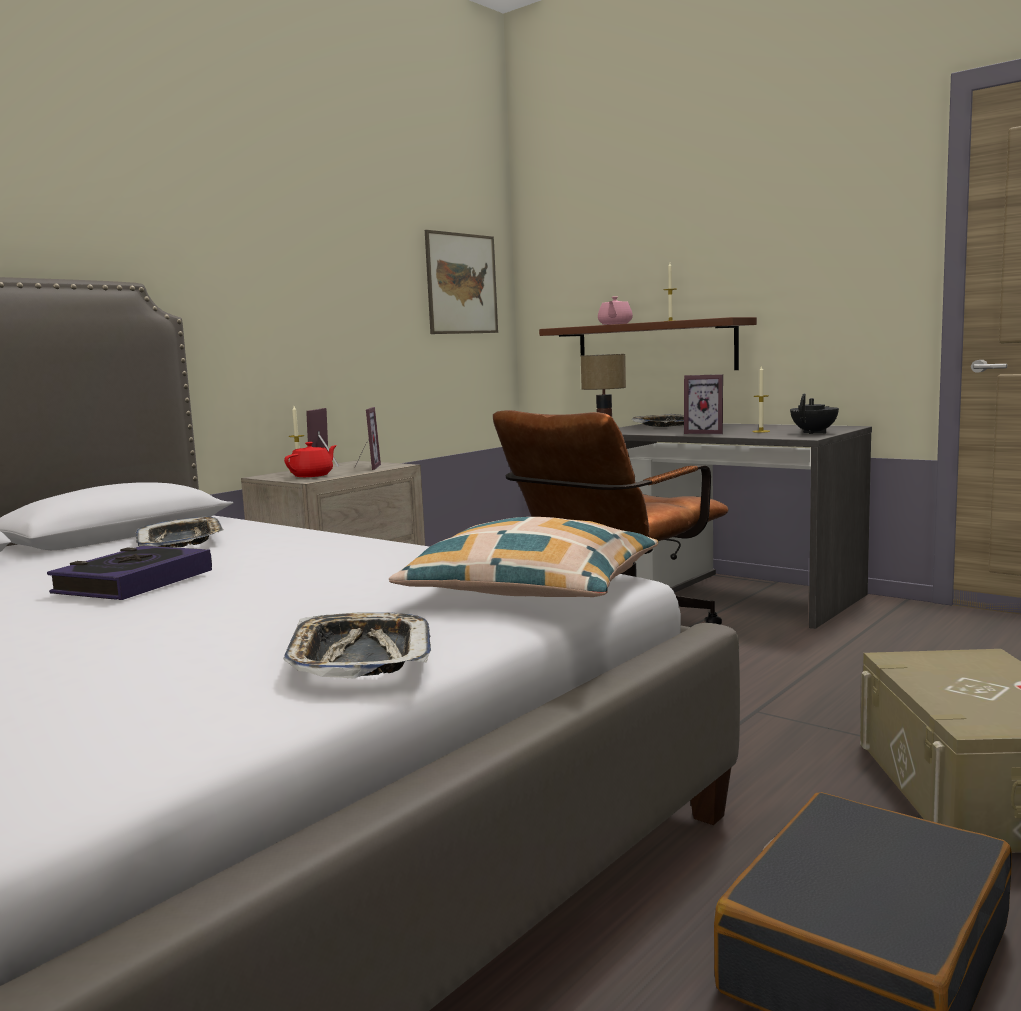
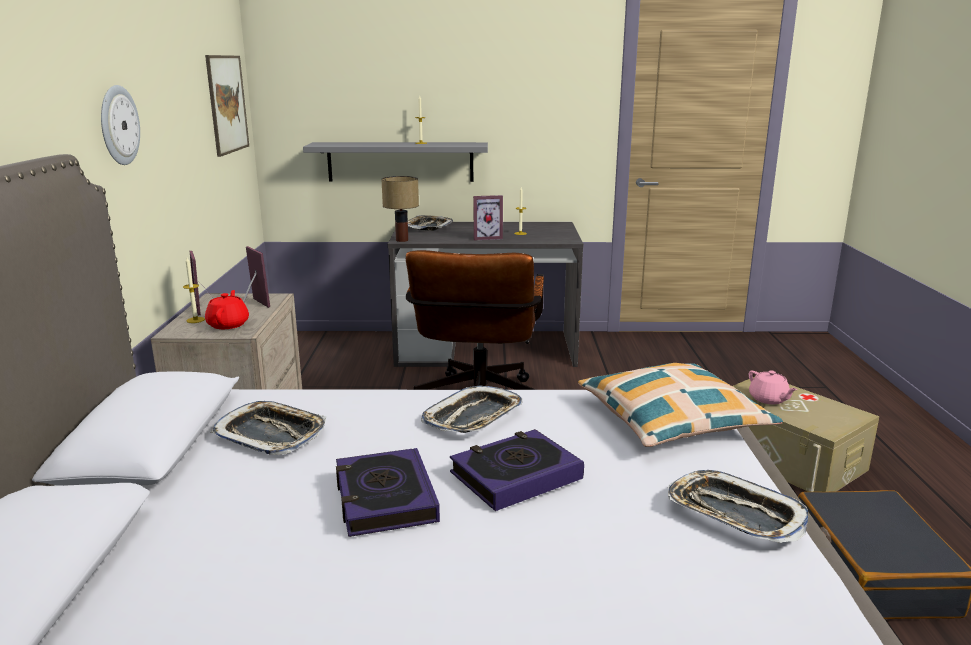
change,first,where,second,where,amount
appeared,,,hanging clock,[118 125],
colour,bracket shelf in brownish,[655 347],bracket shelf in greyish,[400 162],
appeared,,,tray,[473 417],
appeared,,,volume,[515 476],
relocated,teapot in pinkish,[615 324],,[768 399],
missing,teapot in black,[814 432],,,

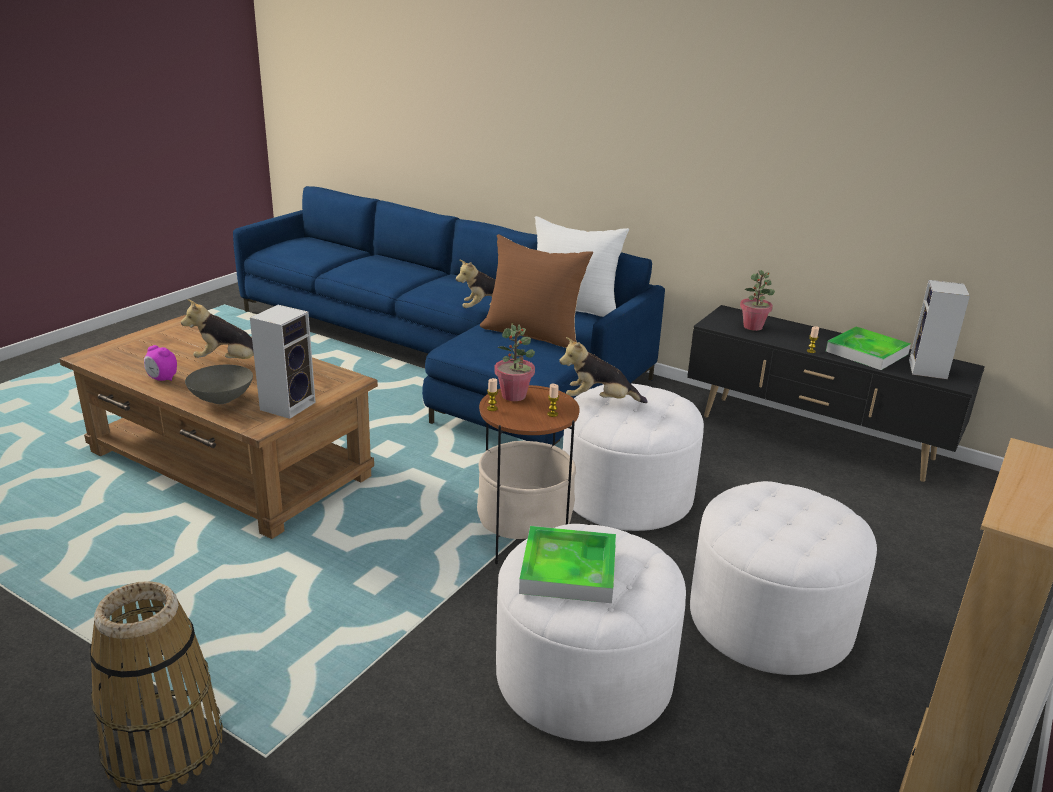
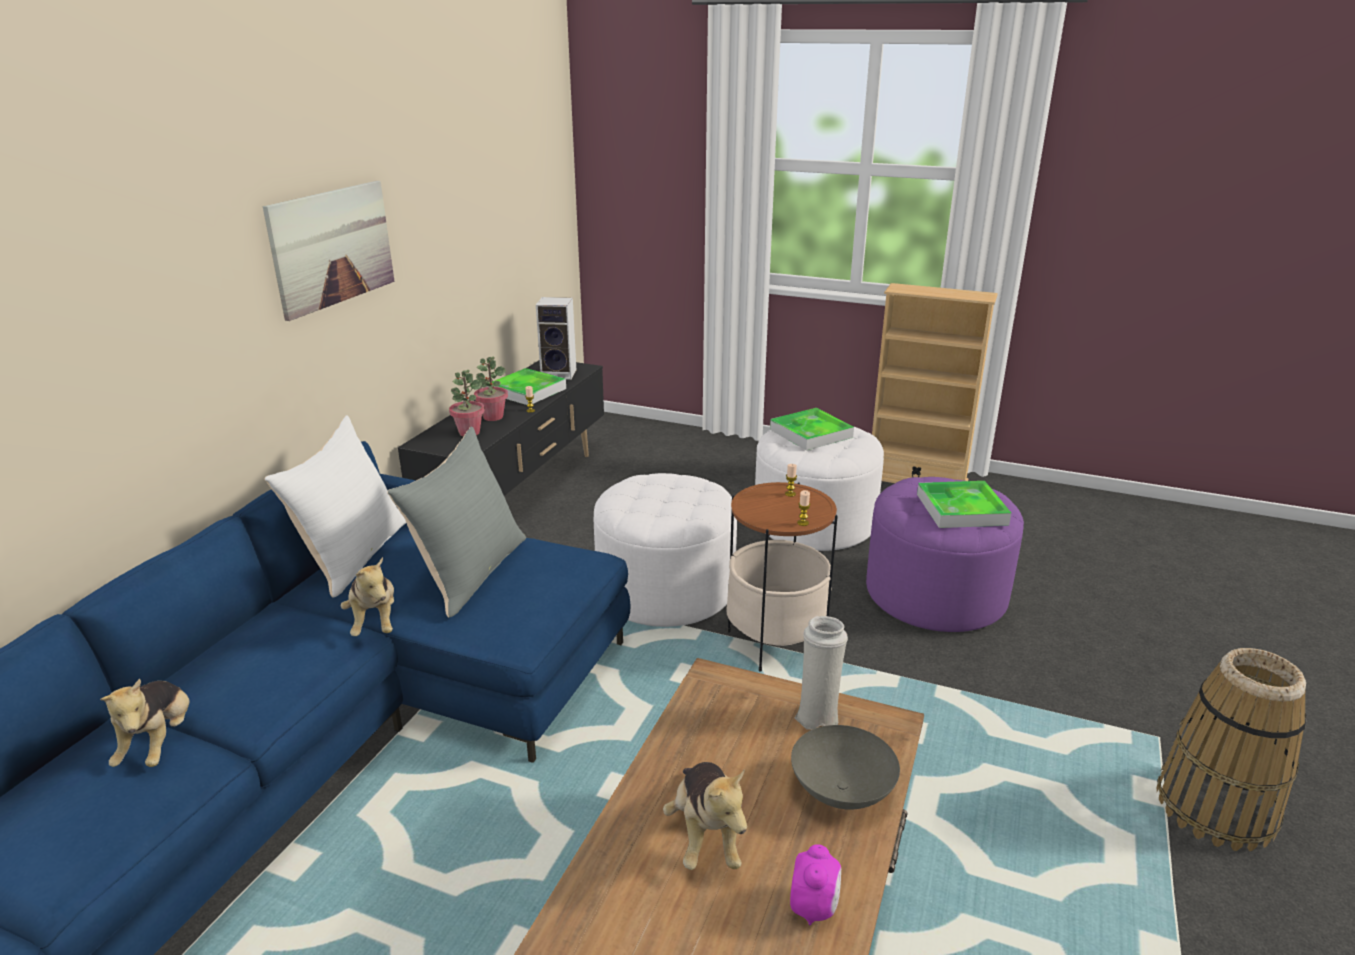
change,first,where,second,where,amount
relocated,plush toy,[599 401],,[159 743],
appeared,,,picture,[332 247],
colour,cushion in brownish,[534 334],cushion in greyish,[471 573],
relocated,potted plant,[514 396],,[493 417],
appeared,,,tray,[811 433],
exchanged,speaker,[288 405],flower vase in whitish,[817 715],
colour,pouffe in whitish,[584 676],pouffe in purple-coloured,[935 594],

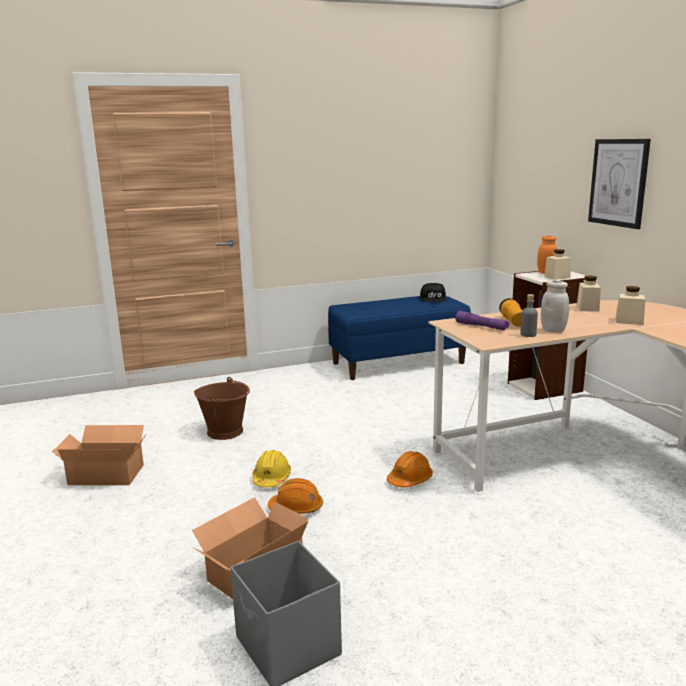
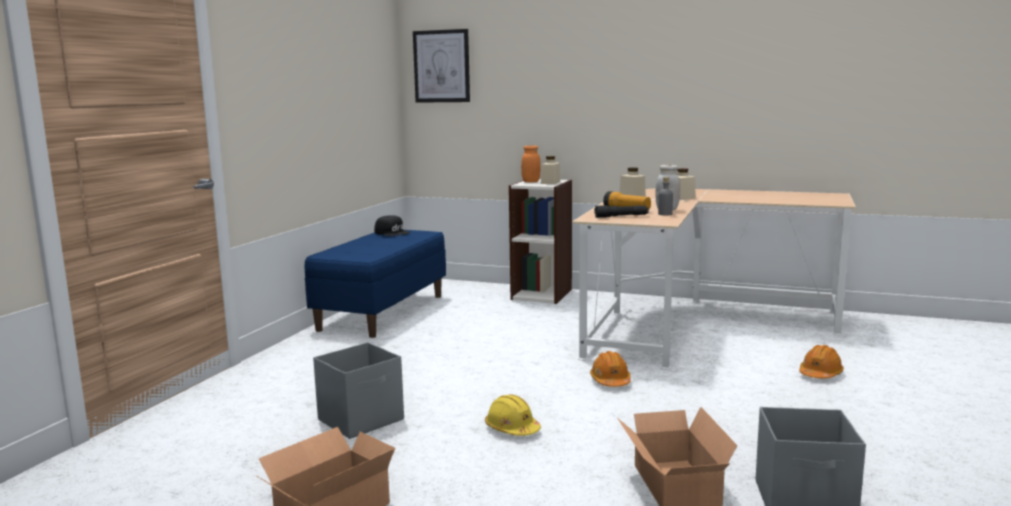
change,first,where,second,where,amount
exchanged,water bucket in brownish,[225 431],storage bin in greyish,[362 419],
relocated,picture,[618 182],,[441 66],
colour,torch in purple-coloured,[481 327],torch in black,[621 216],
relocated,hard hat in orange,[296 508],,[820 374],

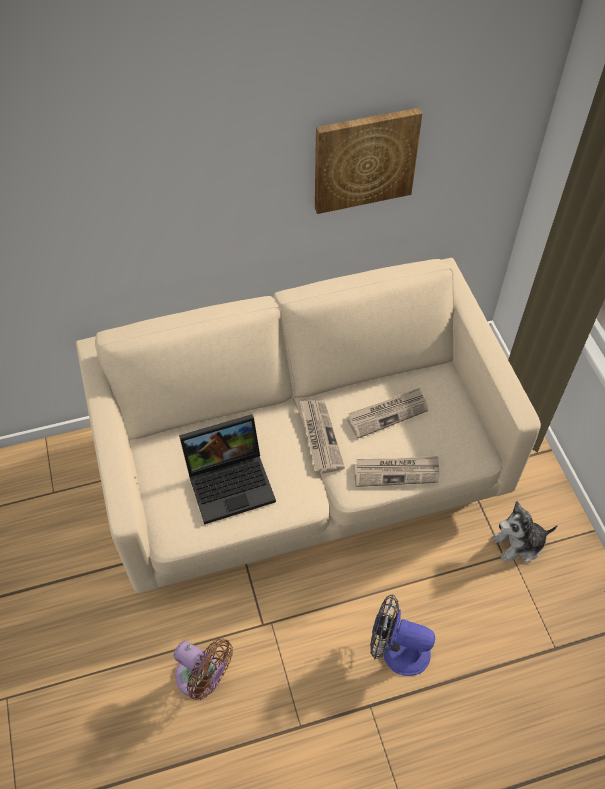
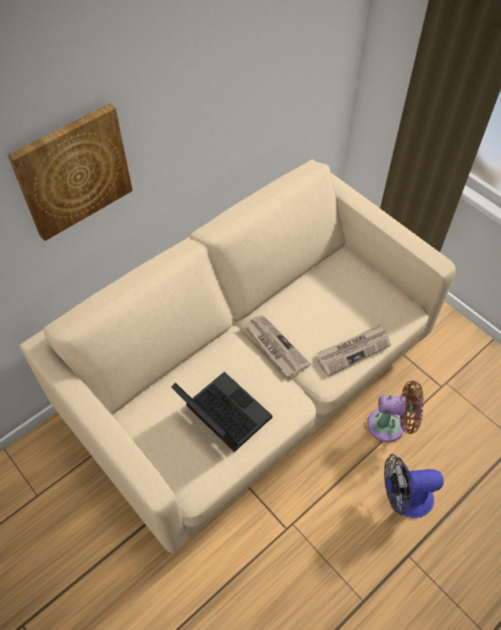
change,first,where,second,where,amount
relocated,picture,[364 159],,[73 171],
spun,laptop,[231 481],,[221 415],90 degrees counterclockwise
relocated,cooling fan in brownish,[203 678],,[390 425],
missing,newspaper,[387 413],,,
missing,plush toy,[519 544],,,

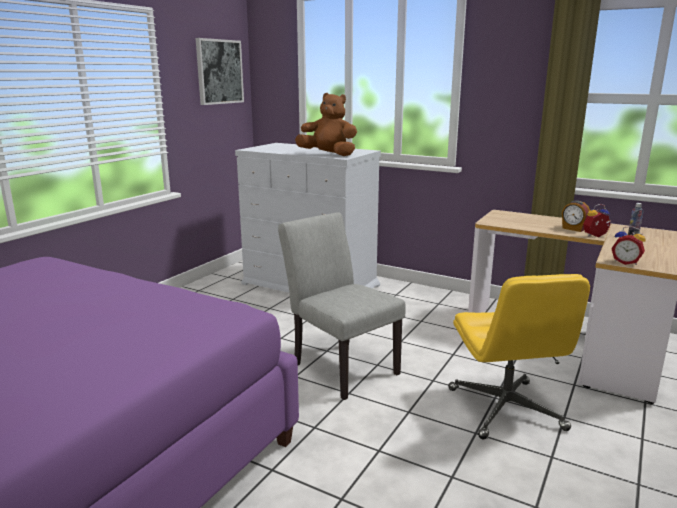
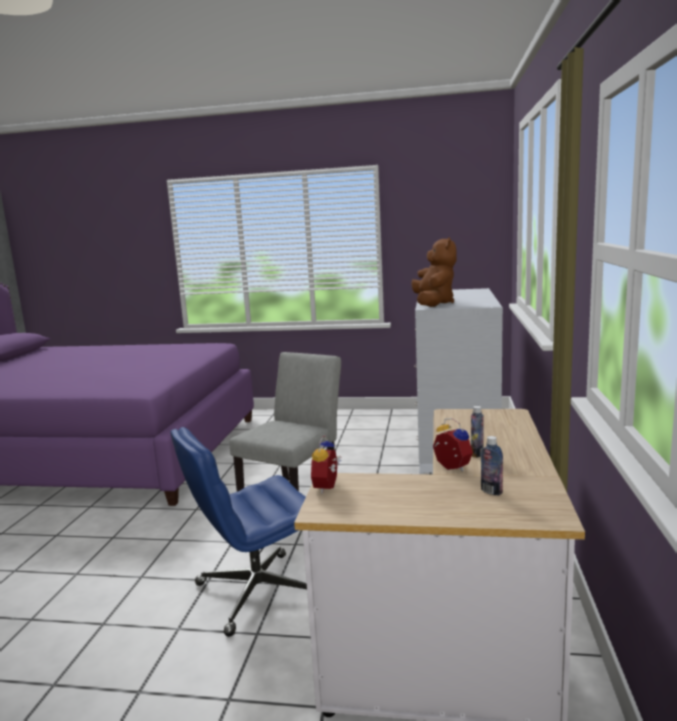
change,first,where,second,where,amount
colour,office chair in yellow,[506 410],office chair in bluish,[256 593],
exchanged,bedside clock,[573 229],drink bottle,[477 454],
missing,picture,[219 72],,,

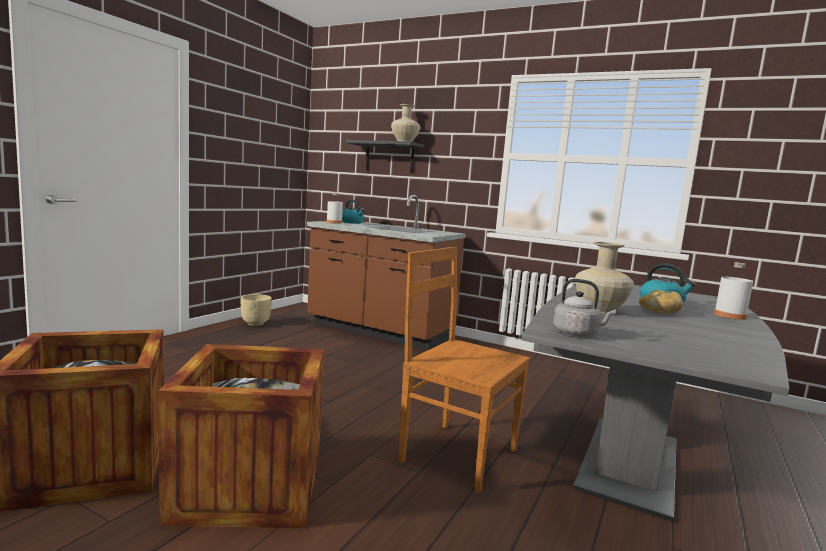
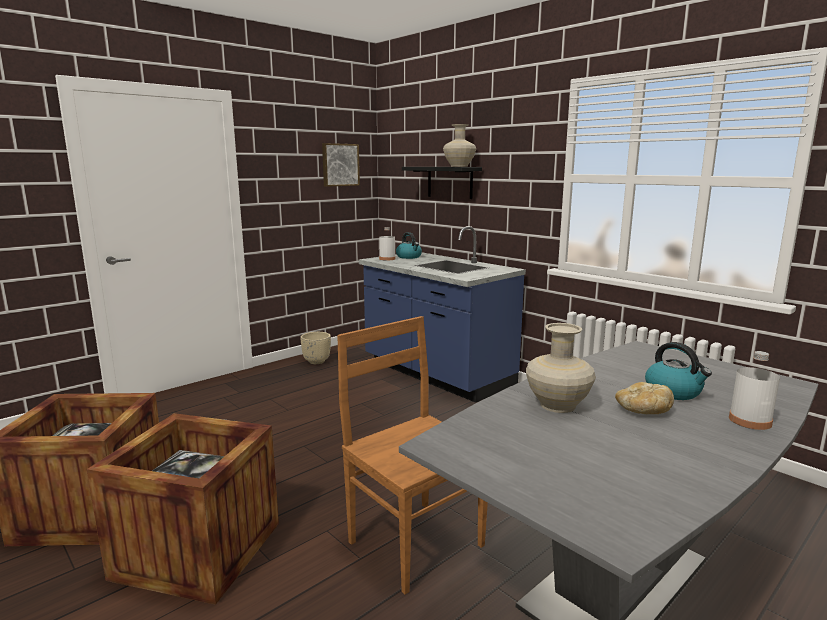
change,first,where,second,where,amount
appeared,,,picture,[340 165],
colour,kitchen base unit in brownish,[379 331],kitchen base unit in bluish,[436 374],
missing,tea kettle in greyish,[577 333],,,

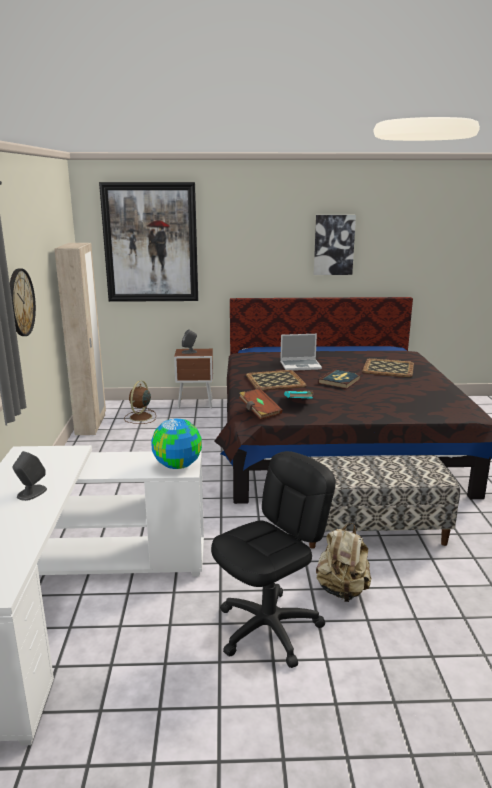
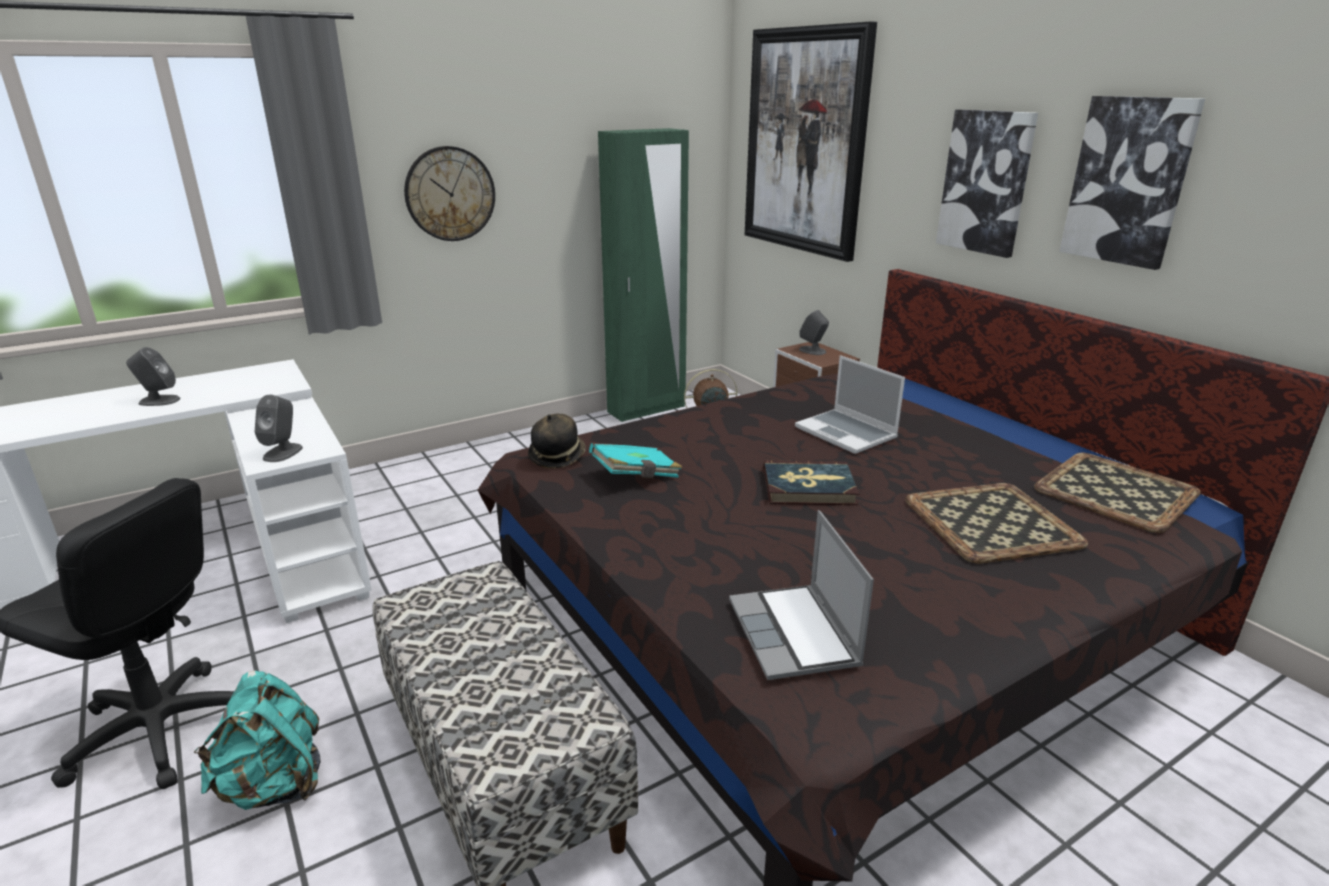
change,first,where,second,where,amount
colour,knapsack in beige,[342 590],knapsack in turquoise,[274 785],
exchanged,world globe,[177 465],speaker in greyish,[283 452],
exchanged,volume in brownish,[259 411],wearable hat,[557 456],
colour,clothes cupboard in beige,[91 425],clothes cupboard in green,[646 409],
appeared,,,laptop,[795 634],
appeared,,,picture,[986 182],
relocated,tray,[274 380],,[1115 490],

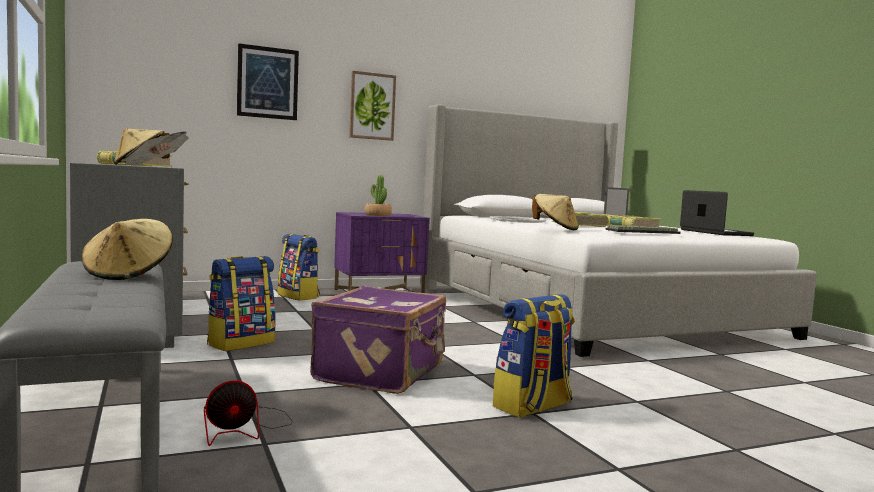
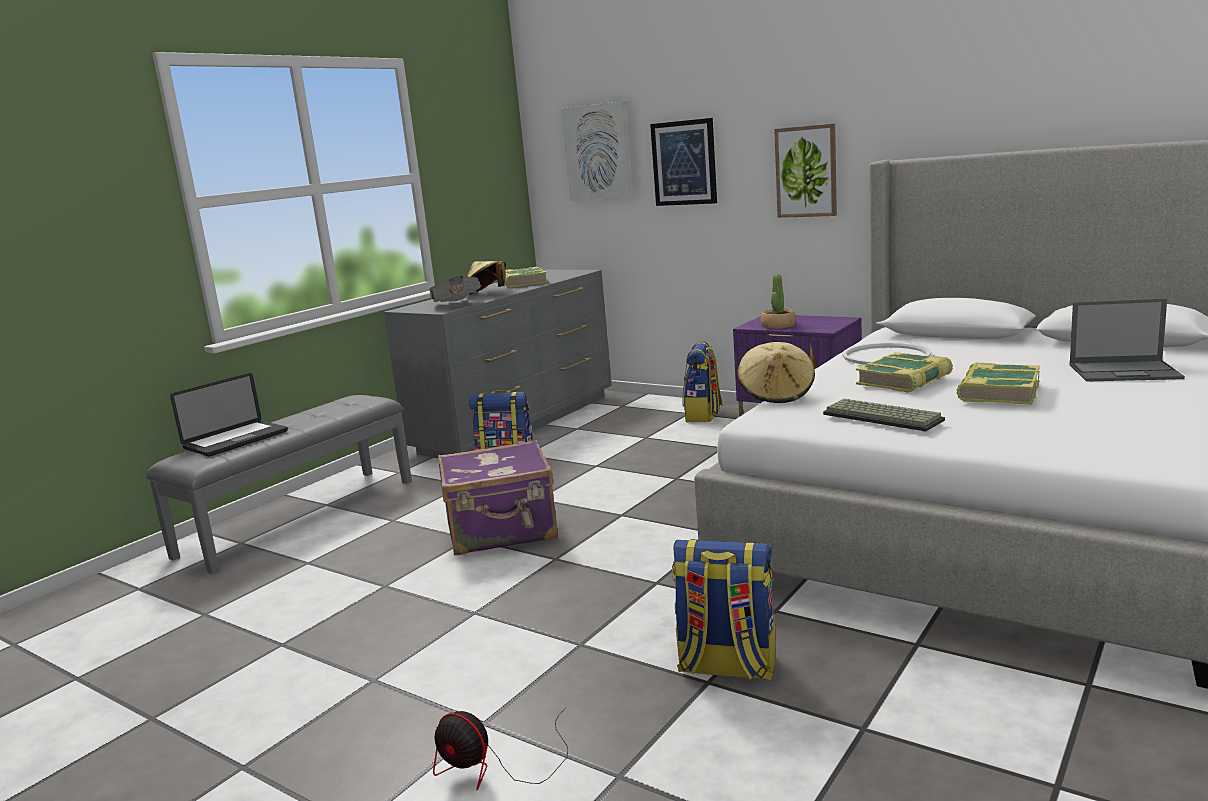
change,first,where,second,where,amount
relocated,laptop,[715 233],,[236 440],
relocated,cooling fan,[244 429],,[496 766],
appeared,,,picture,[599 152],
relocated,knapsack,[533 407],,[726 667],
missing,wearable hat in beige,[128 275],,,

